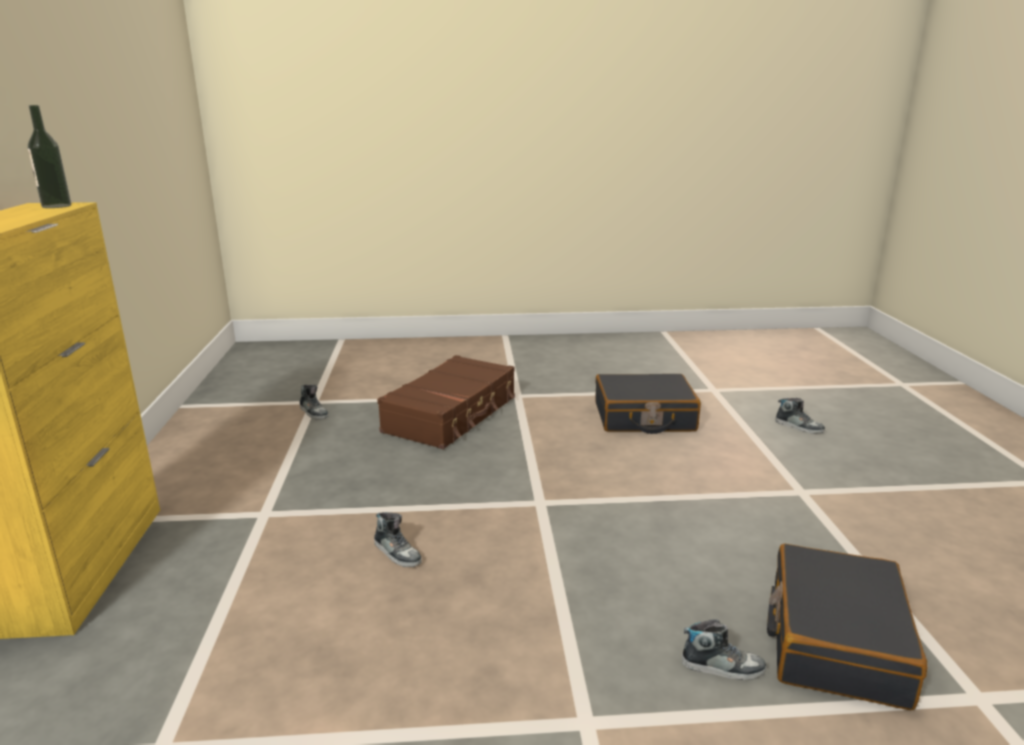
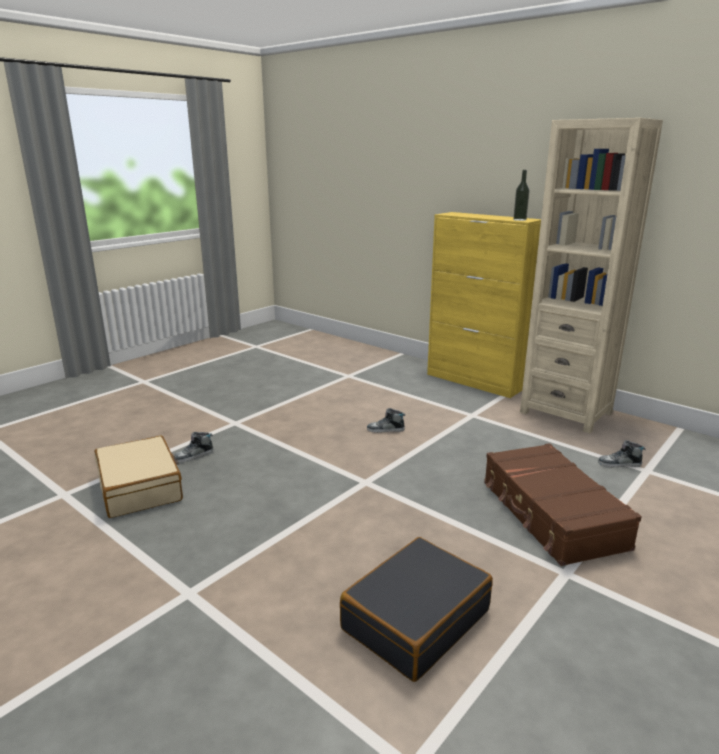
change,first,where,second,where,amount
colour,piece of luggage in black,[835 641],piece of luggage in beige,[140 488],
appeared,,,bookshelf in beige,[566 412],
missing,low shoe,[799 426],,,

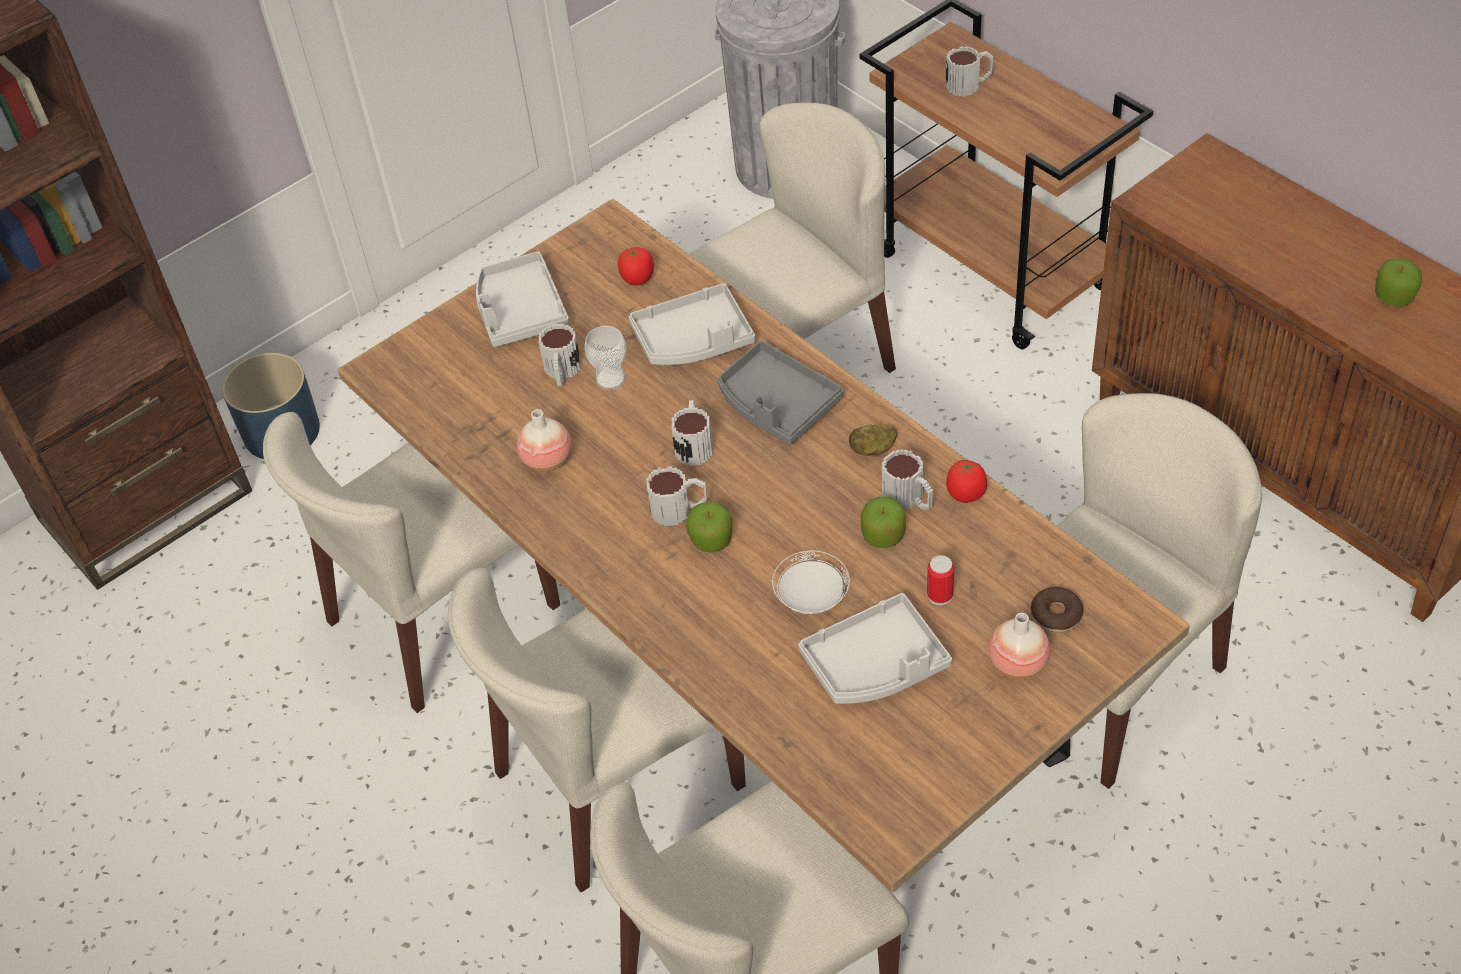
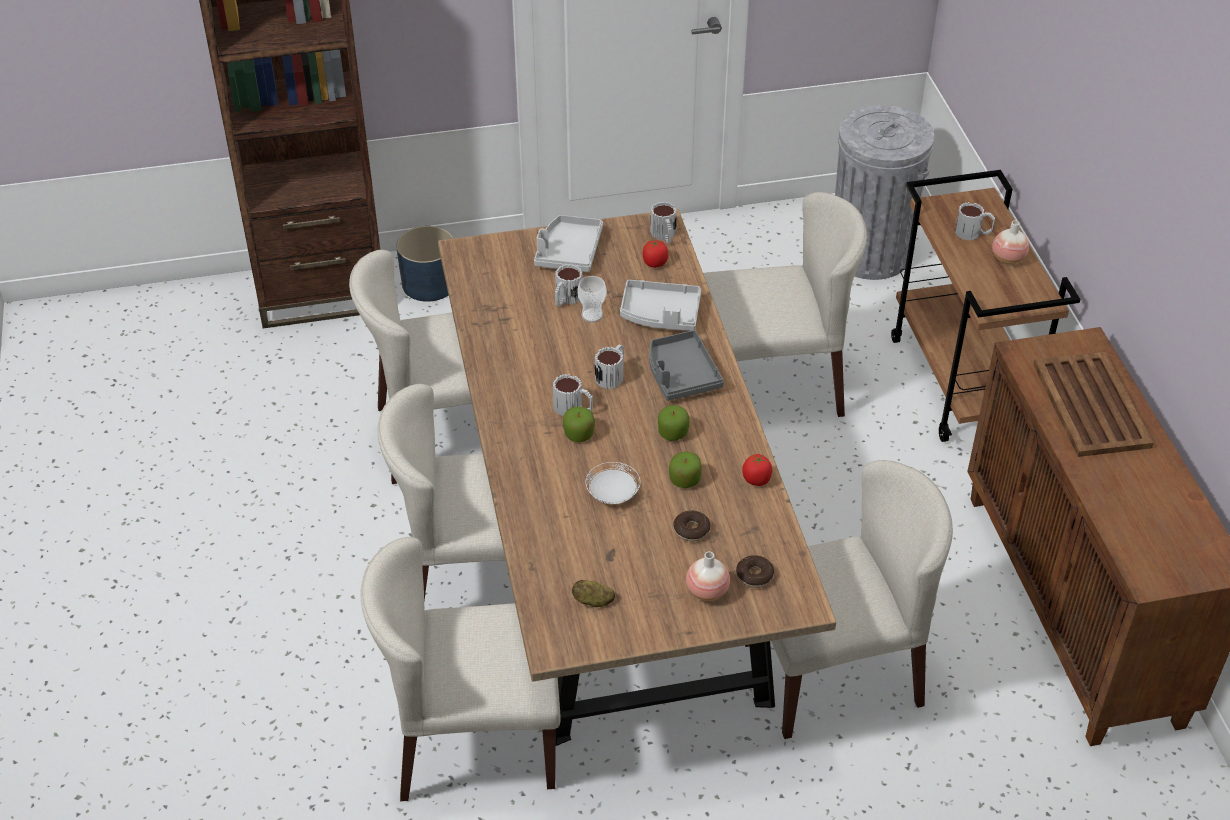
change,first,where,second,where,amount
relocated,potato,[873 449],,[593 601],
relocated,tea mug,[909 499],,[664 235],
relocated,apple,[1394 296],,[673 433],
exchanged,sealed can,[940 595],doughnut,[691 530],
relocated,flower vase,[547 460],,[1008 258],
appeared,,,tray in brownish,[1091 406],
missing,tray in greyish,[876 664],,,

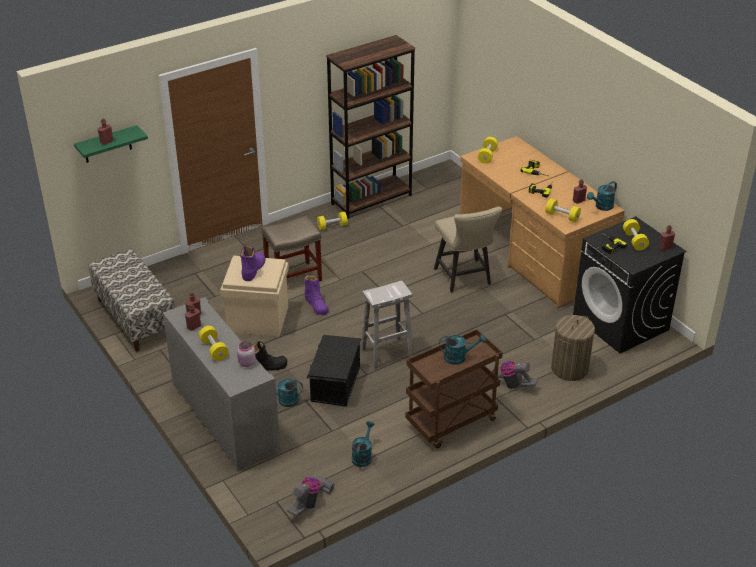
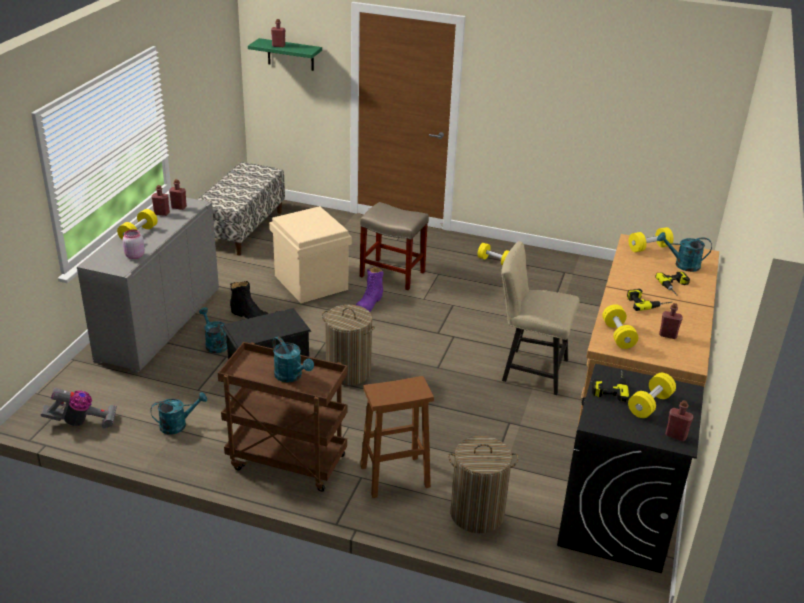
change,first,where,second,where,amount
exchanged,stool in whitish,[386 353],hamper,[348 372],
exchanged,vacuum cleaner,[508 384],stool in brownish,[393 477],
spun,upright chair in beige,[464 278],,[529 370],75 degrees clockwise
relocated,watering pot in turquoise,[602 207],,[682 265],
missing,boot in purple-coloured,[253 269],,,
missing,bookshelf in brownish,[371 199],,,

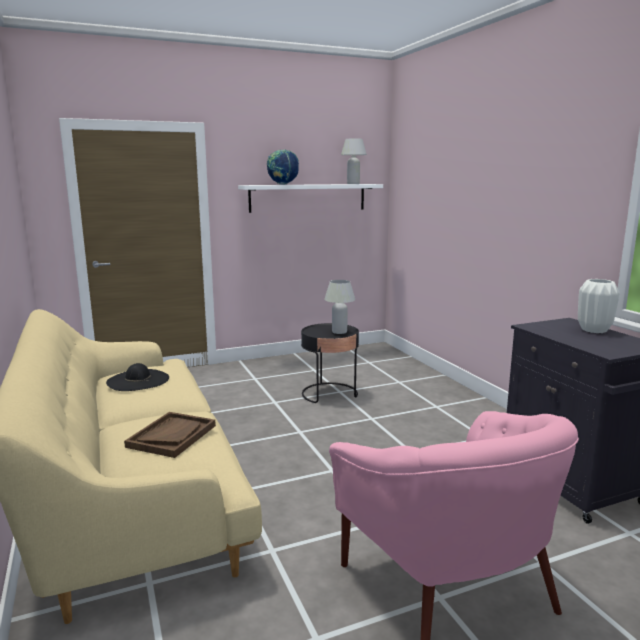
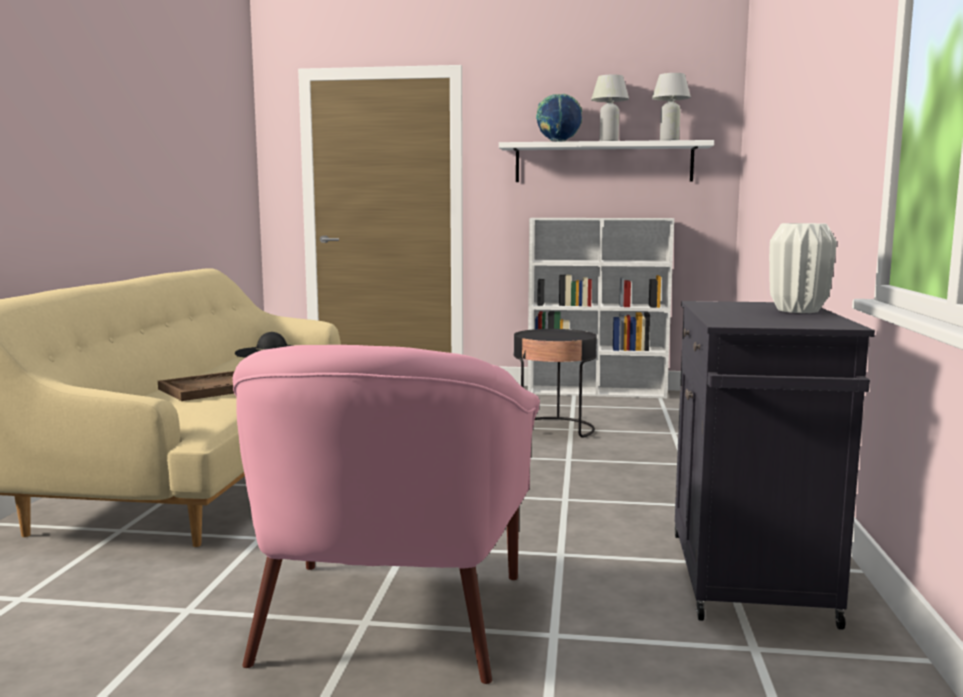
change,first,where,second,where,amount
appeared,,,bookshelf in whitish,[597 392],
relocated,table lamp in whitish,[339 332],,[608 142],

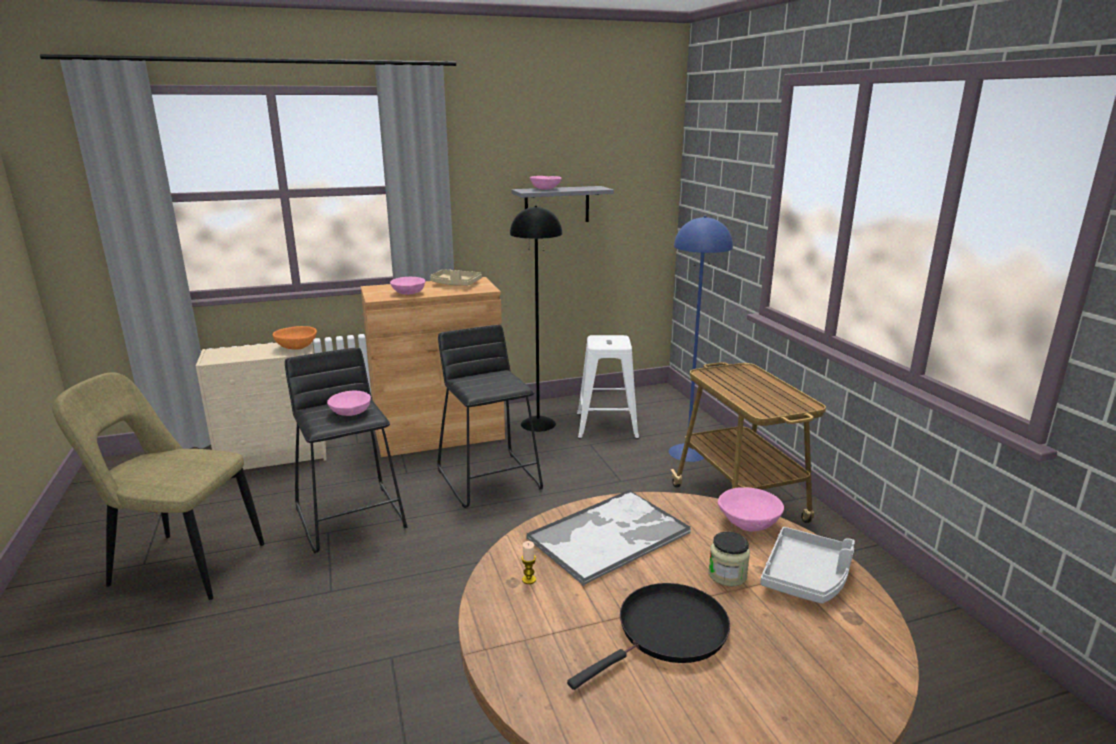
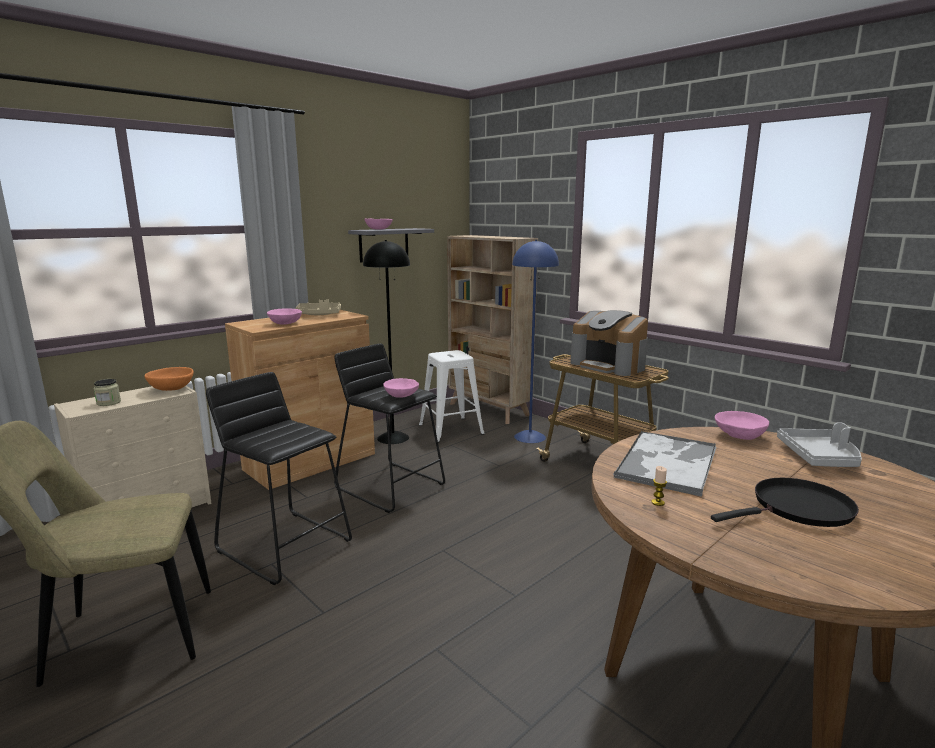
change,first,where,second,where,amount
relocated,preserve jar,[727 575],,[108 403],
relocated,serving bowl in pinkish,[351 412],,[401 395],
appeared,,,bookshelf in beige,[489 410],
appeared,,,coffee maker,[609 365],
spun,pan in black,[667 633],,[797 509],45 degrees clockwise

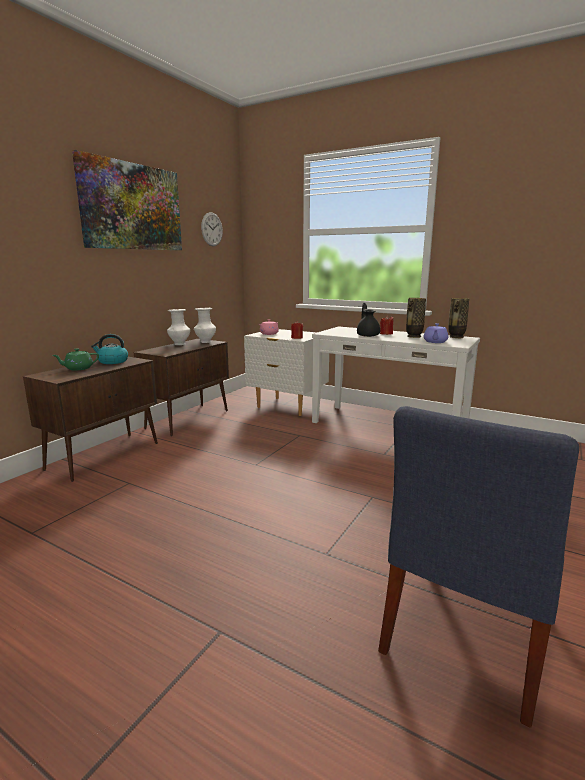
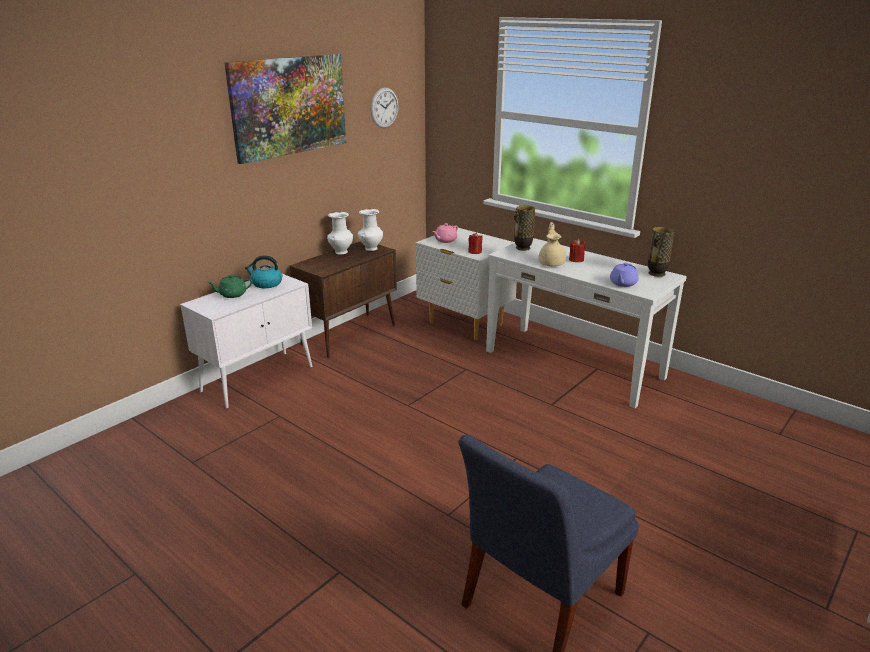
change,first,where,second,where,amount
colour,cabinet in brownish,[105 455],cabinet in whitish,[259 378],
relocated,flower vase,[413 336],,[522 248],
colour,teapot in black,[368 335],teapot in beige,[551 263],

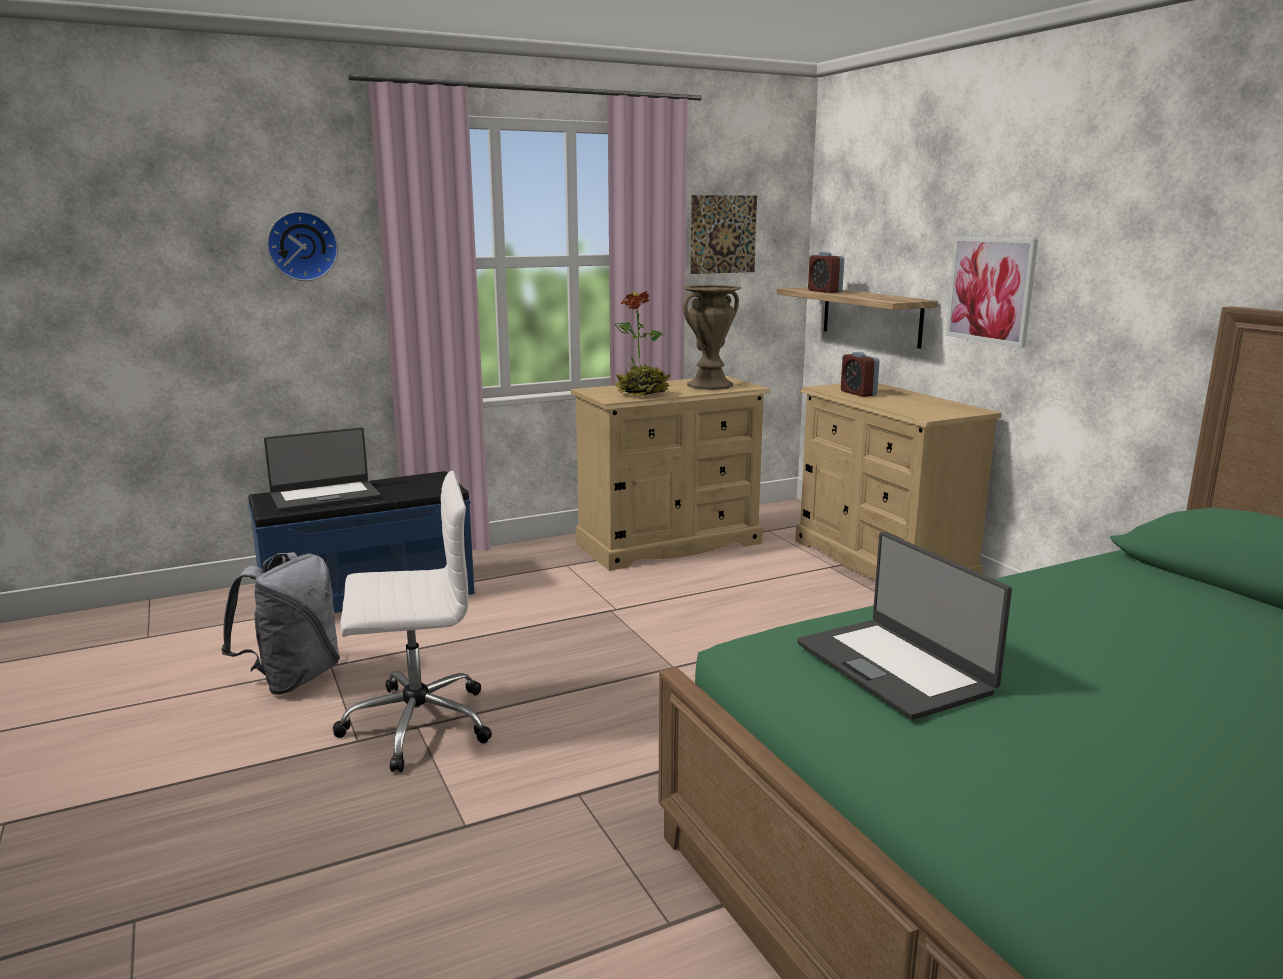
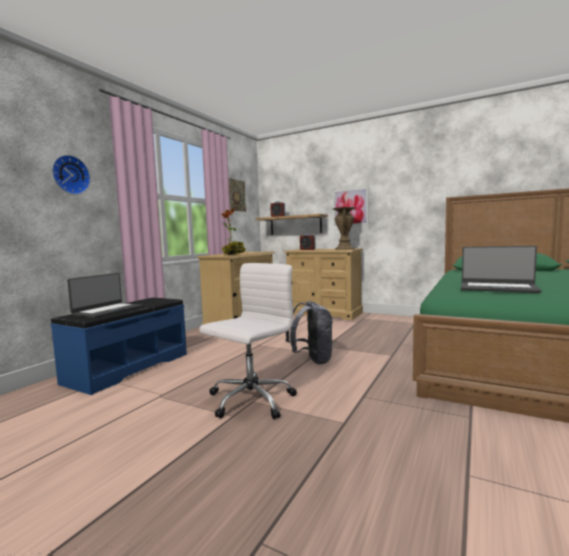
change,first,where,second,where,amount
relocated,knapsack in greyish,[293 679],,[312 360],
relocated,flower vase in brownish,[709 385],,[344 249],

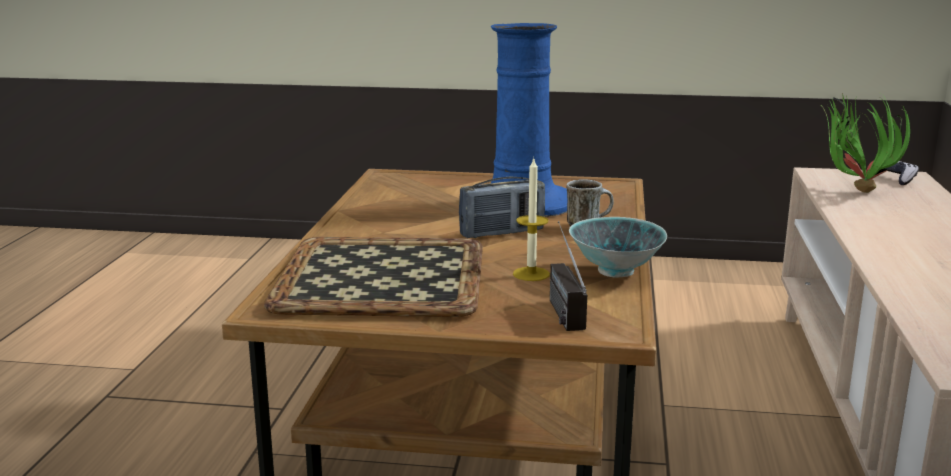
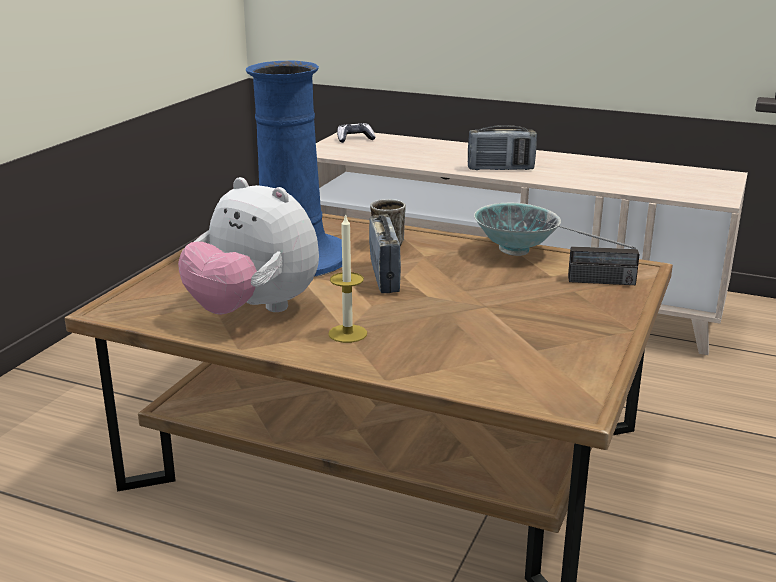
change,first,where,second,where,amount
appeared,,,plush toy,[253 311],
relocated,wax light,[531 274],,[347 333],
appeared,,,radio,[500 169],
missing,tray,[383 278],,,
missing,potted plant,[852 192],,,

